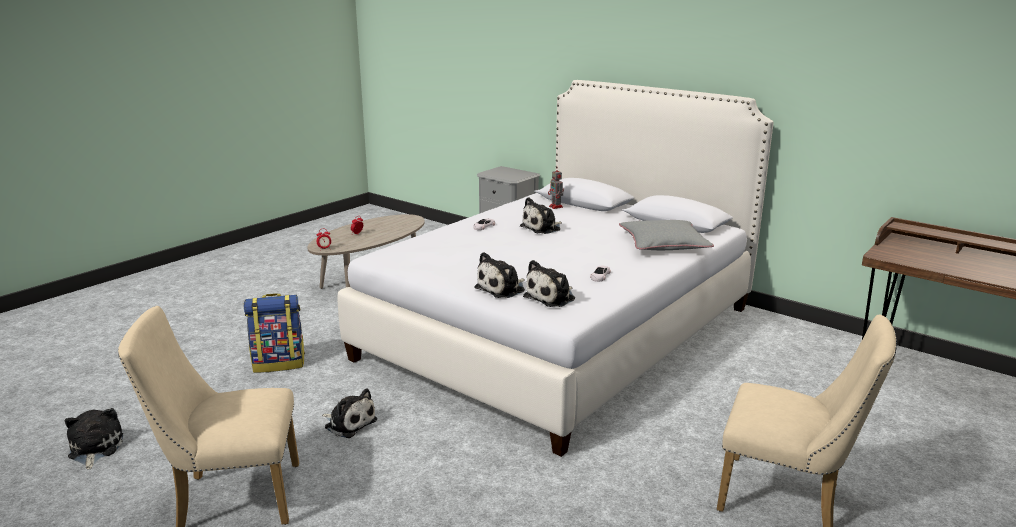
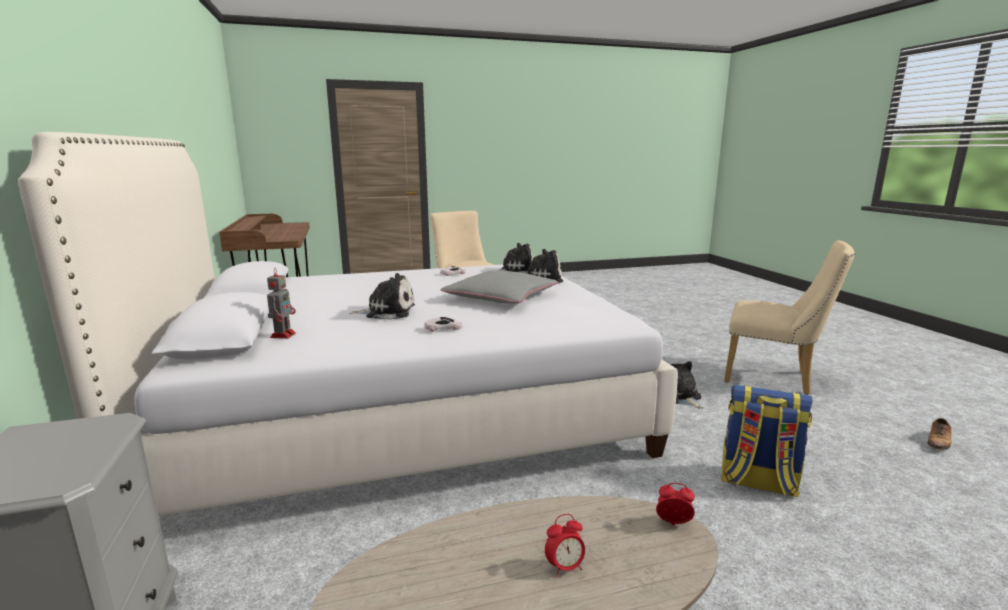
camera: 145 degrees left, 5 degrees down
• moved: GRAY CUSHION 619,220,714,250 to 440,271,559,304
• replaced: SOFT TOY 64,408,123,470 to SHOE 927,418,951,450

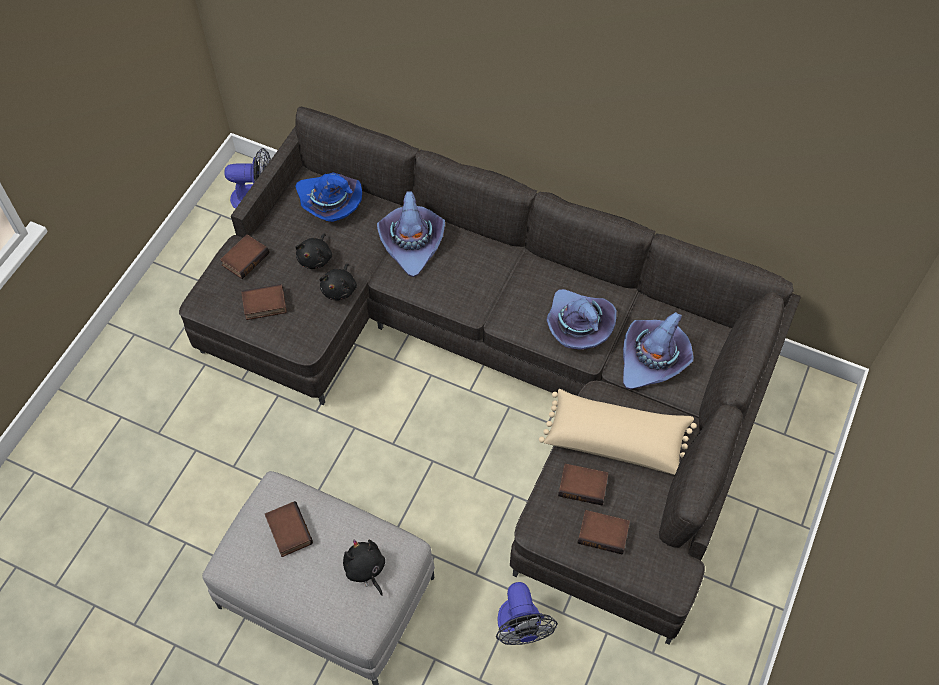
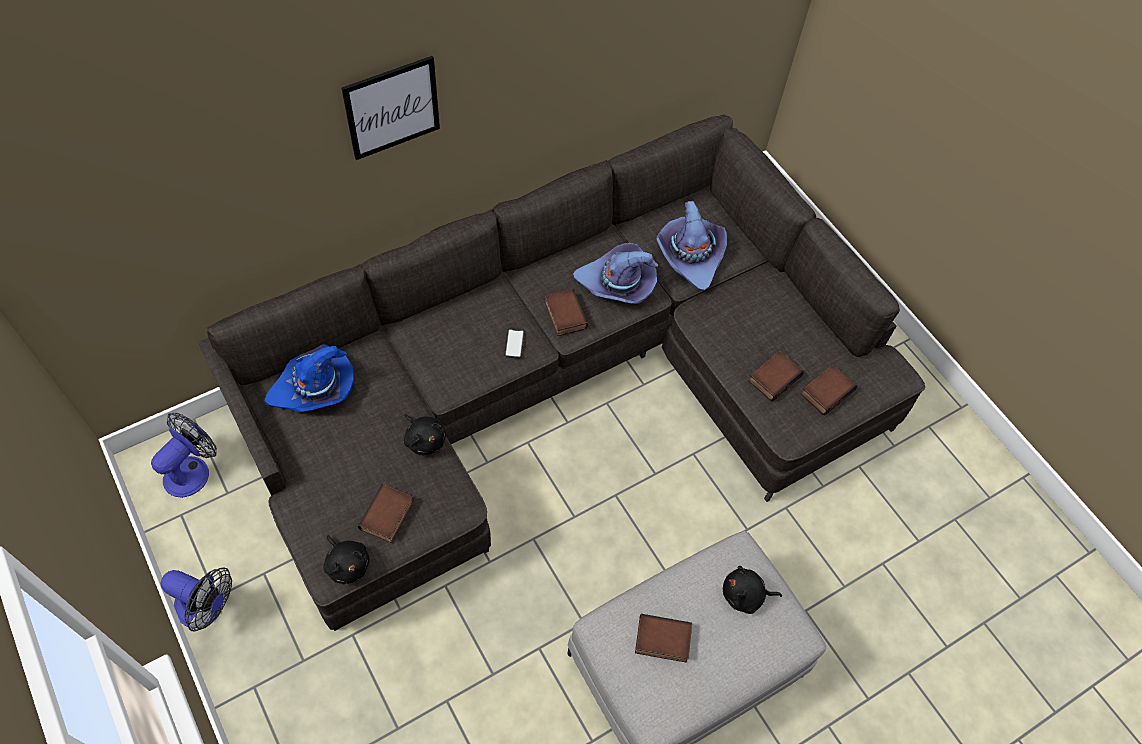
camera: 60 degrees left, 0 degrees up
• removed: PURPLISH HAT 377,191,445,277
• moved: BLACK SOFT TOY 295,233,332,269 to 323,535,370,584
• moved: BOUND BOOK 220,234,269,279 to 544,289,588,336
• removed: BEIGE CUSHION 539,389,697,475
• moved: ELECTRIC FAN 496,582,558,645 to 161,567,232,631
• added: PICTURE 342,56,440,160
• added: TELEPHONE 504,328,525,359

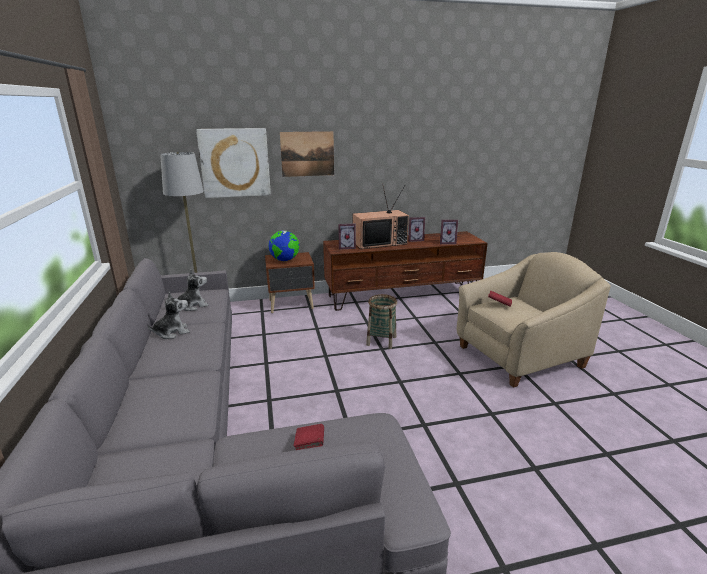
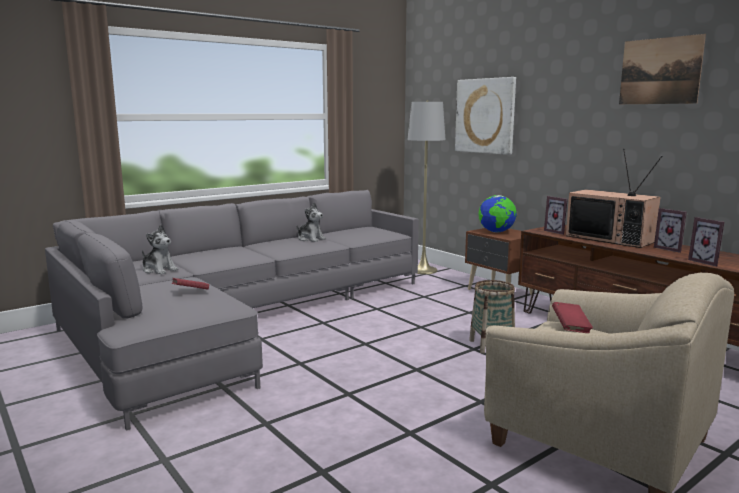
camera: 65 degrees right, 10 degrees down
• moved: PICTURE 280,131,334,177 to 619,34,706,104
• moved: SOFT TOY 177,269,209,311 to 142,225,178,275

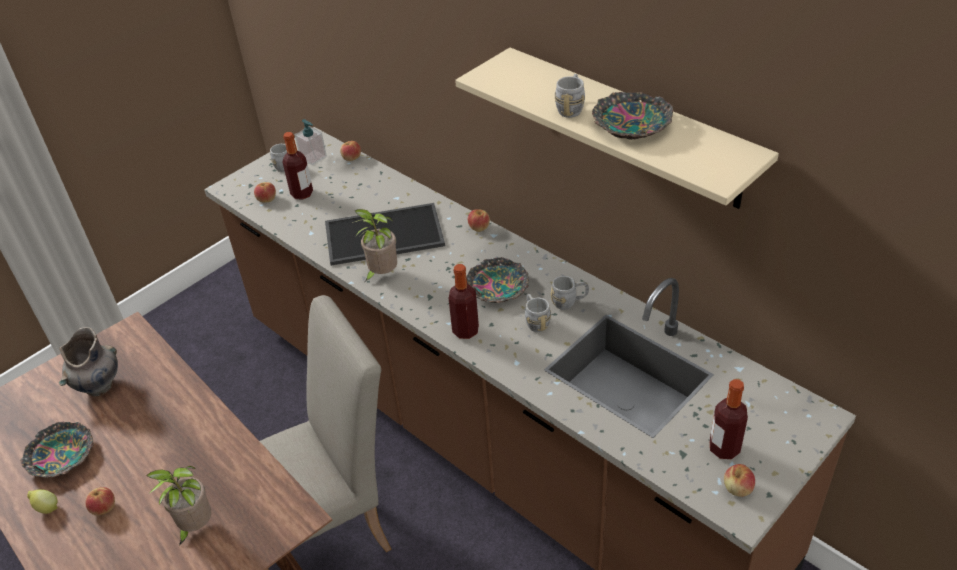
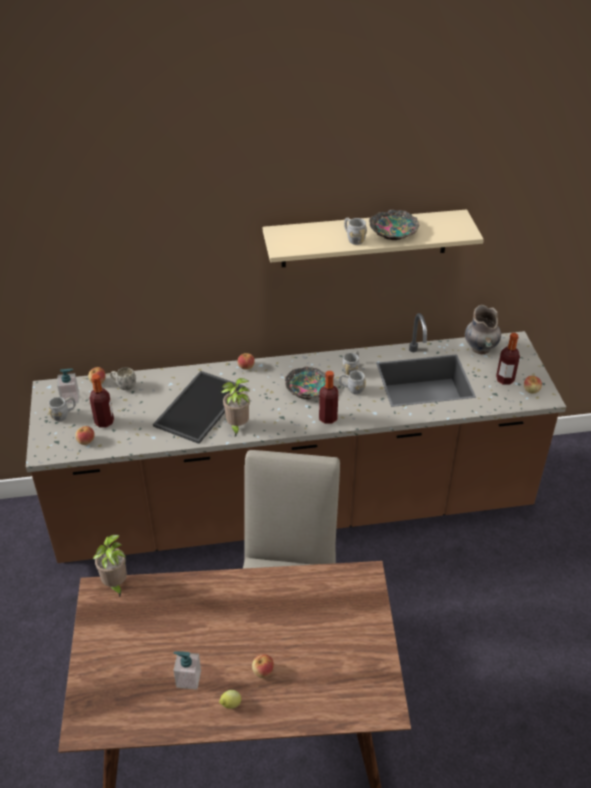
camera: 55 degrees left, 0 degrees up
• moved: GRAY FLOWER VASE 59,327,118,397 to 465,305,501,354
• replaced: BOWL 20,422,94,478 to SOAP DISPENSER 173,651,201,690
• moved: PLANT IN A POT 146,466,212,545 to 92,535,127,597
• added: WHITISH MUG 110,368,136,390

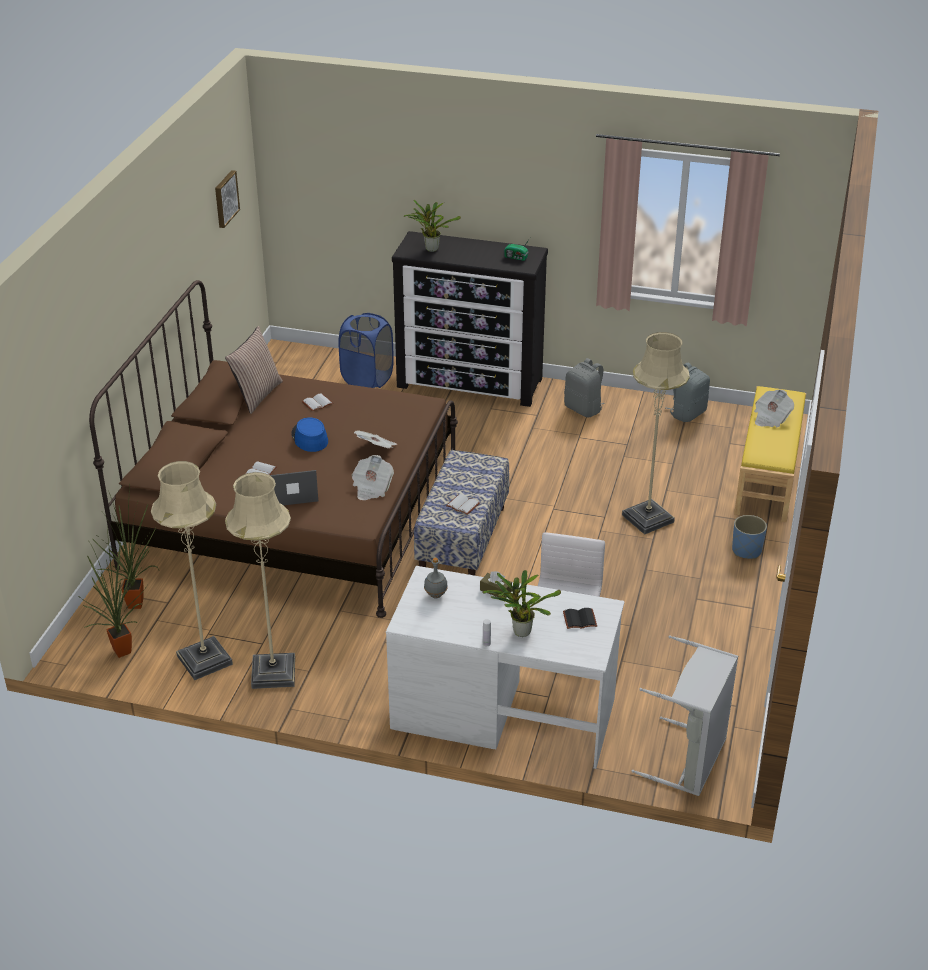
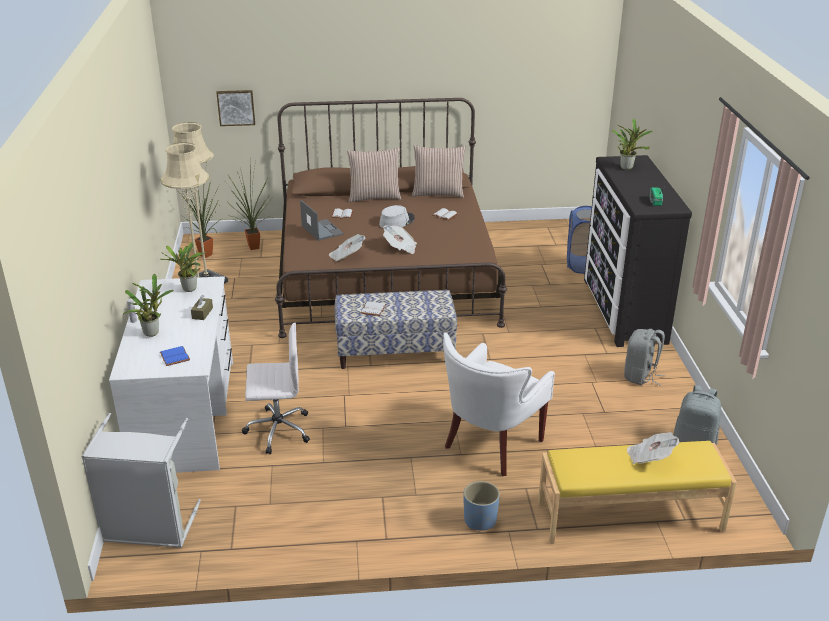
camera: 70 degrees right, 5 degrees down
• moved: PICTURE 215,170,240,228 to 216,90,255,126
• replaced: BEIGE STANDARD LAMP 622,332,690,535 to WHITISH ARMCHAIR 443,333,555,476
• recoloured: BLUE-COLOURED HAT 292,417,328,452 to GRAY HAT 379,205,415,229
• replaced: GRAY BOTTLE 424,558,448,598 to PLANT IN A POT 160,243,207,292
• recoloured: BLACK BOUND BOOK 563,608,597,629 to BLUE-COLOURED BOUND BOOK 160,346,190,366
• added: CUSHION 347,148,401,202

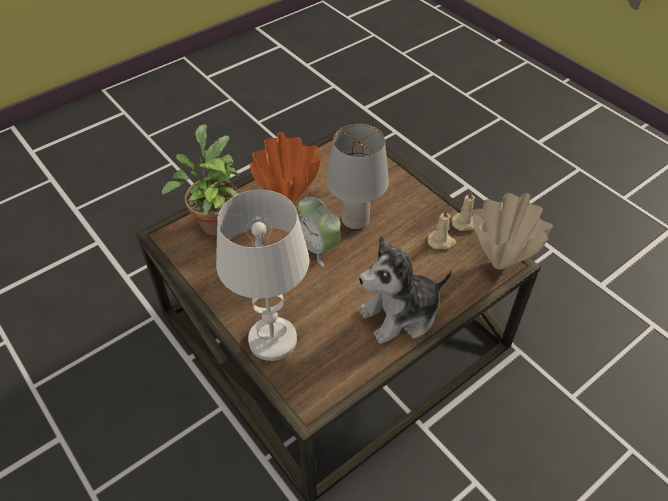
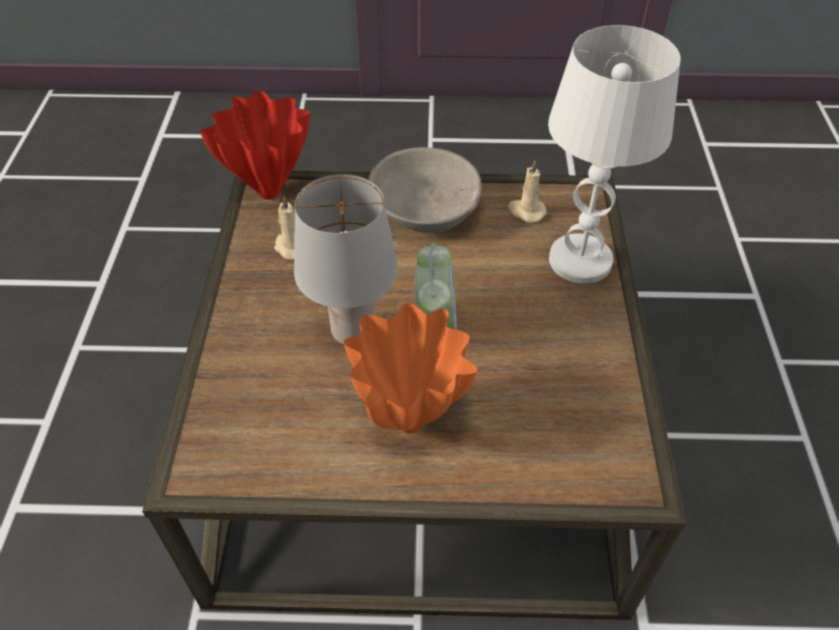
camera: 140 degrees left, 0 degrees up
• removed: PLANT IN A POT 162,125,240,235
• moved: BEIGE WAX CANDLE 451,190,475,231 to 508,160,547,222
• recoloured: BEIGE FLOWER VASE 472,193,553,270 to RED-COLOURED FLOWER VASE 200,91,310,200
• replaced: SOFT TOY 358,236,452,344 to GRAY BOWL 368,147,482,233

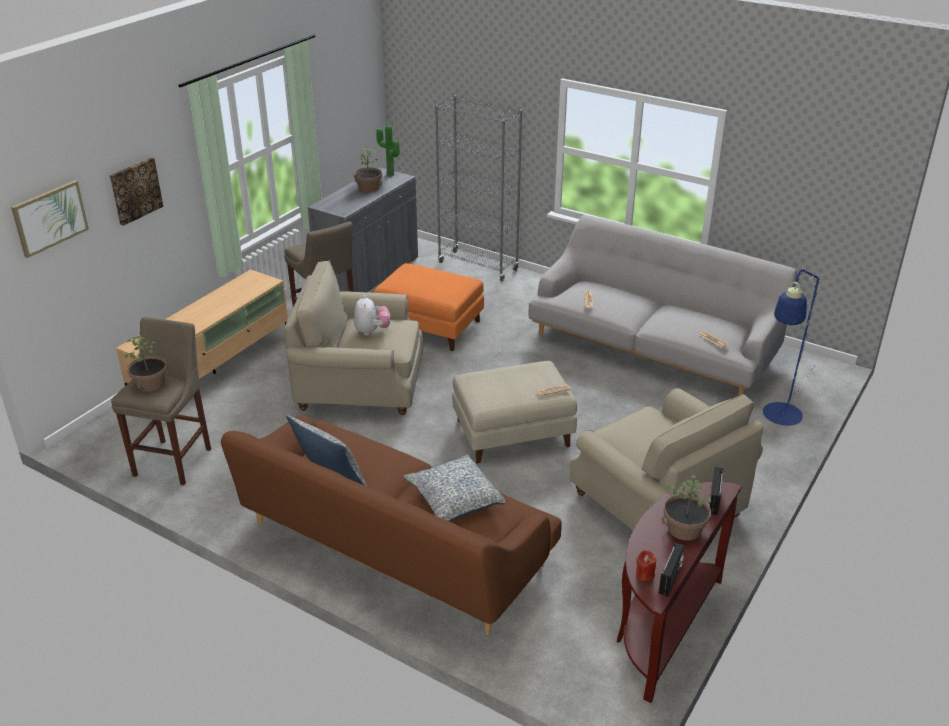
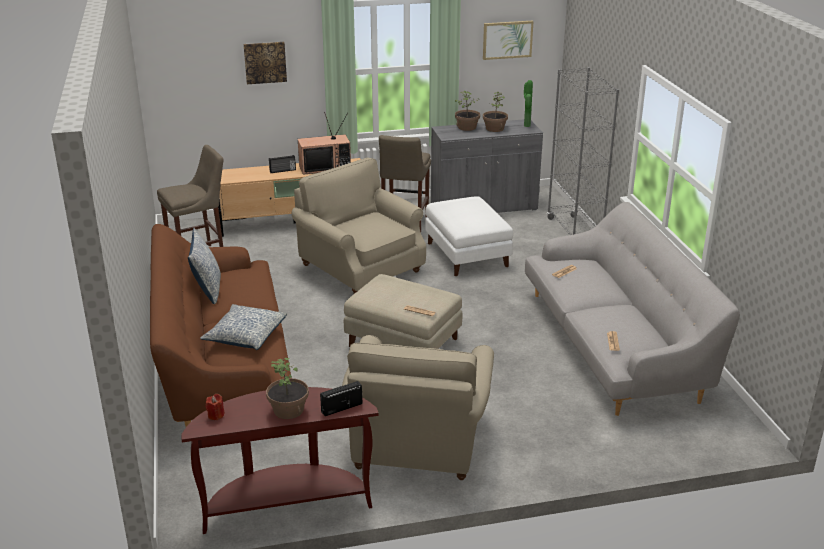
camera: 45 degrees right, 5 degrees down
• moved: PICTURE 11,180,89,258 to 483,21,534,60
• recoloured: ORANGEY OTTOMAN 374,263,484,351 to WHITISH OTTOMAN 425,196,513,276
• removed: BLUE-COLOURED STANDARD LAMP 763,267,820,425
• removed: SOFT TOY 354,295,390,335
• moved: PLANT IN A POT 124,336,167,392 to 455,91,480,131
• moved: RADIO RECEIVER 659,543,684,597 to 269,155,296,173
• added: TV 298,112,351,175

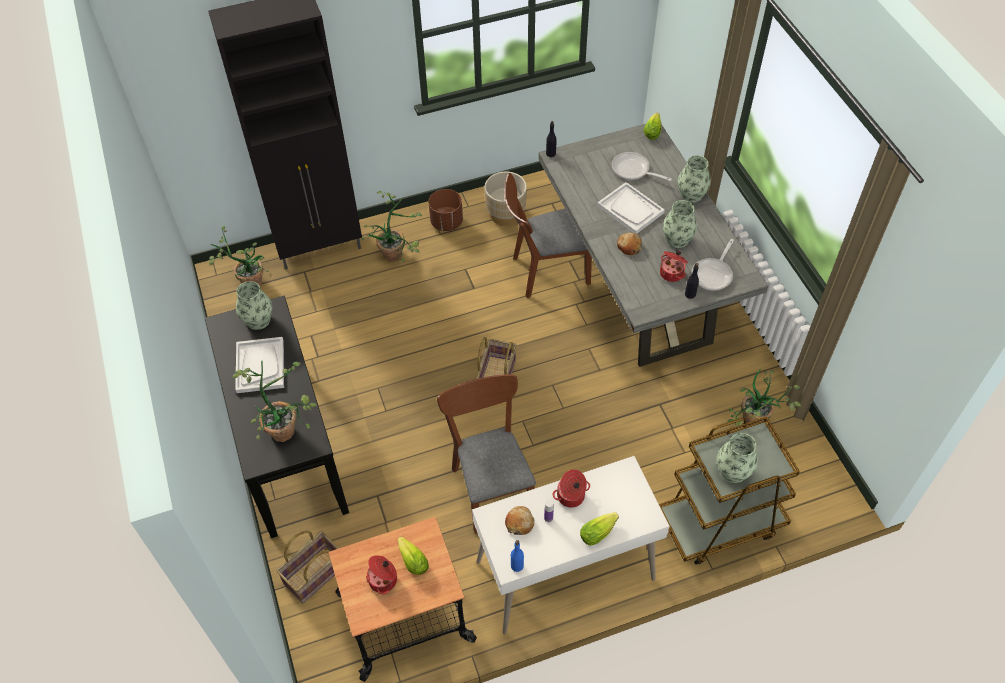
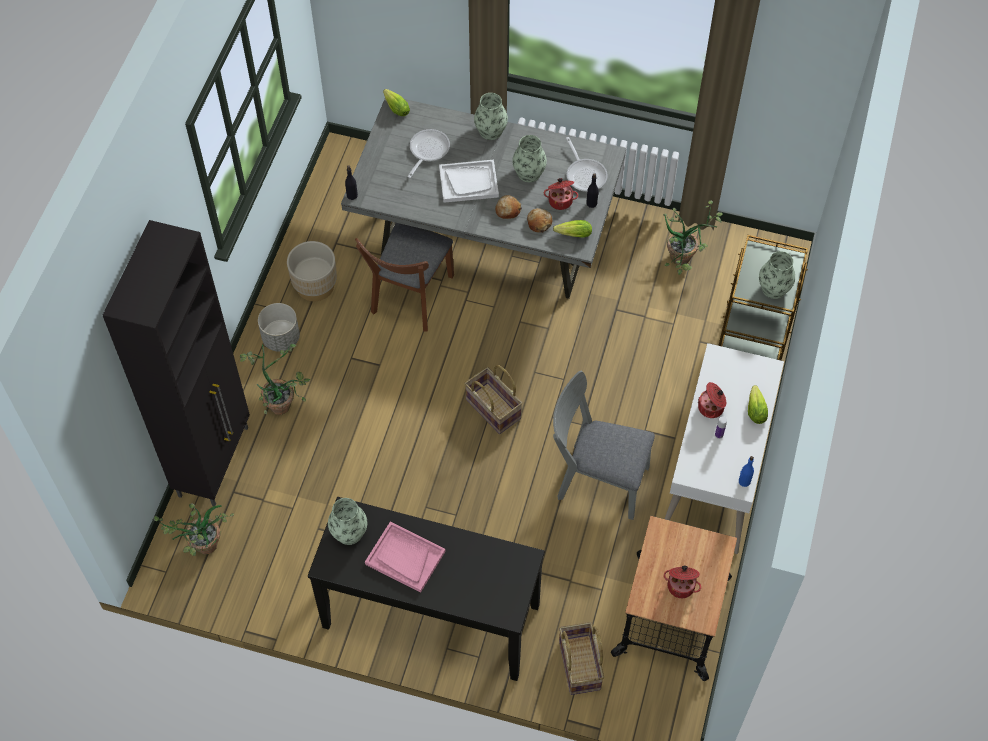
camera: 55 degrees left, 5 degrees up
• turned: SKILLET 612,152,672,181 = 408,129,450,178 135 degrees clockwise
• recoloured: BROWN-COLOURED FLOWER POT 428,189,463,231 to GRAY FLOWER POT 258,303,300,352
• recoloured: WHITISH SERVING TRAY 235,337,284,393 to PINK-COLOURED SERVING TRAY 365,522,446,593
• removed: PLANT IN A POT 233,361,317,442
• recoloured: BROWN-COLOURED CHAIR 437,374,536,534 to GRAY CHAIR 553,371,655,520
• moved: BAKED BREAD 505,506,534,535 to 527,208,552,233
• moved: LETTUCE 398,537,429,575 to 553,220,592,238

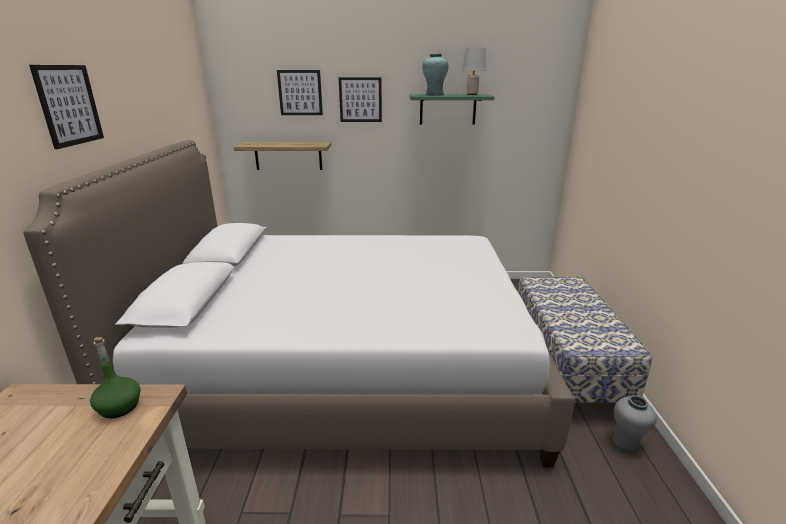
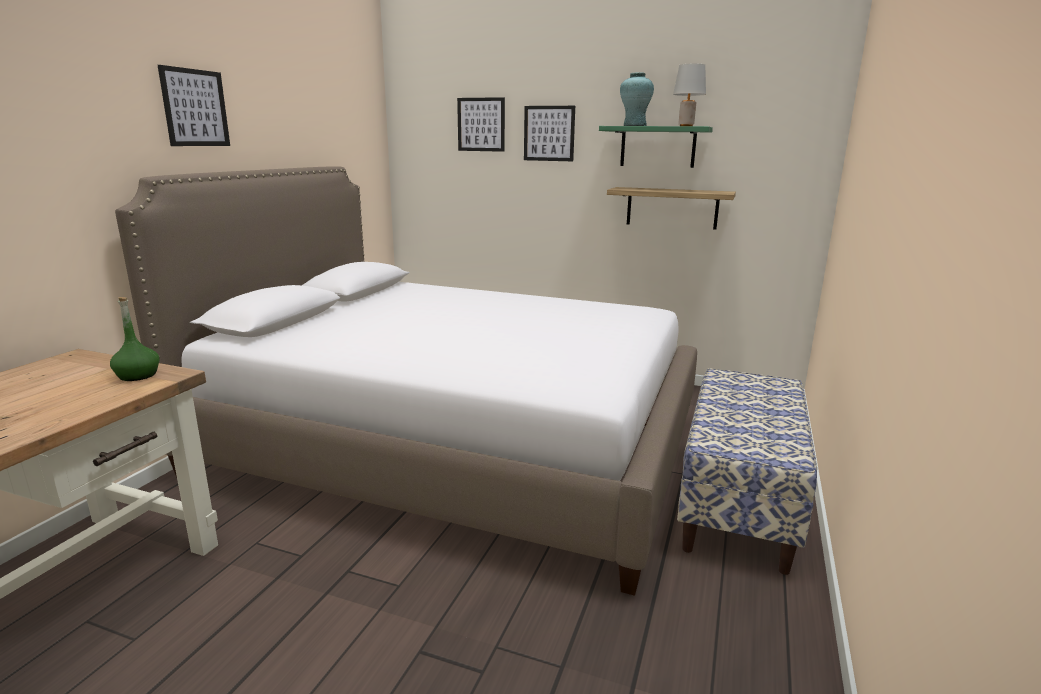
camera: 20 degrees right, 5 degrees down
• moved: BRACKET SHELF 234,142,331,170 to 607,187,736,230
• removed: GRAY FLOWER VASE 613,395,657,453

